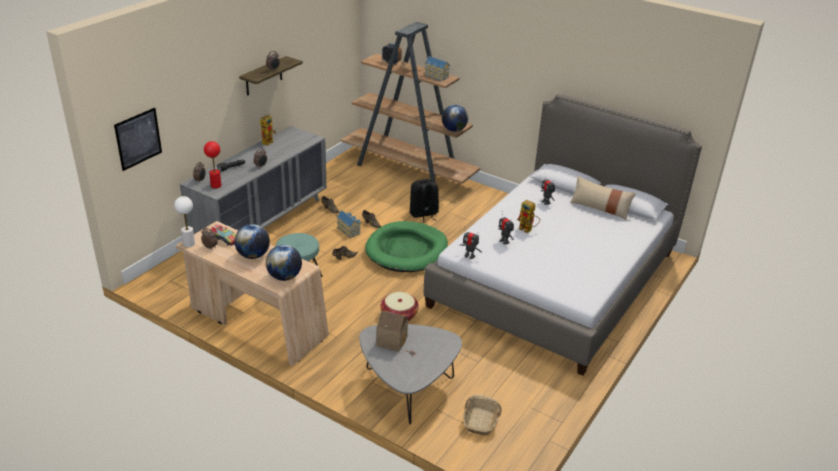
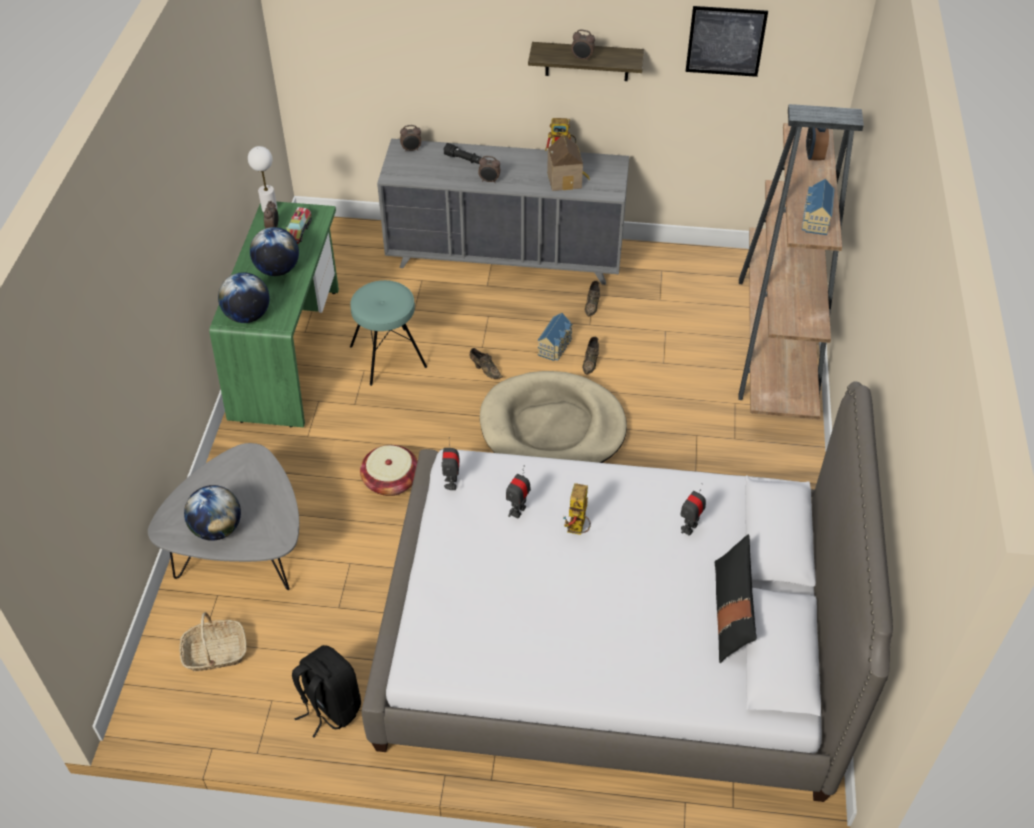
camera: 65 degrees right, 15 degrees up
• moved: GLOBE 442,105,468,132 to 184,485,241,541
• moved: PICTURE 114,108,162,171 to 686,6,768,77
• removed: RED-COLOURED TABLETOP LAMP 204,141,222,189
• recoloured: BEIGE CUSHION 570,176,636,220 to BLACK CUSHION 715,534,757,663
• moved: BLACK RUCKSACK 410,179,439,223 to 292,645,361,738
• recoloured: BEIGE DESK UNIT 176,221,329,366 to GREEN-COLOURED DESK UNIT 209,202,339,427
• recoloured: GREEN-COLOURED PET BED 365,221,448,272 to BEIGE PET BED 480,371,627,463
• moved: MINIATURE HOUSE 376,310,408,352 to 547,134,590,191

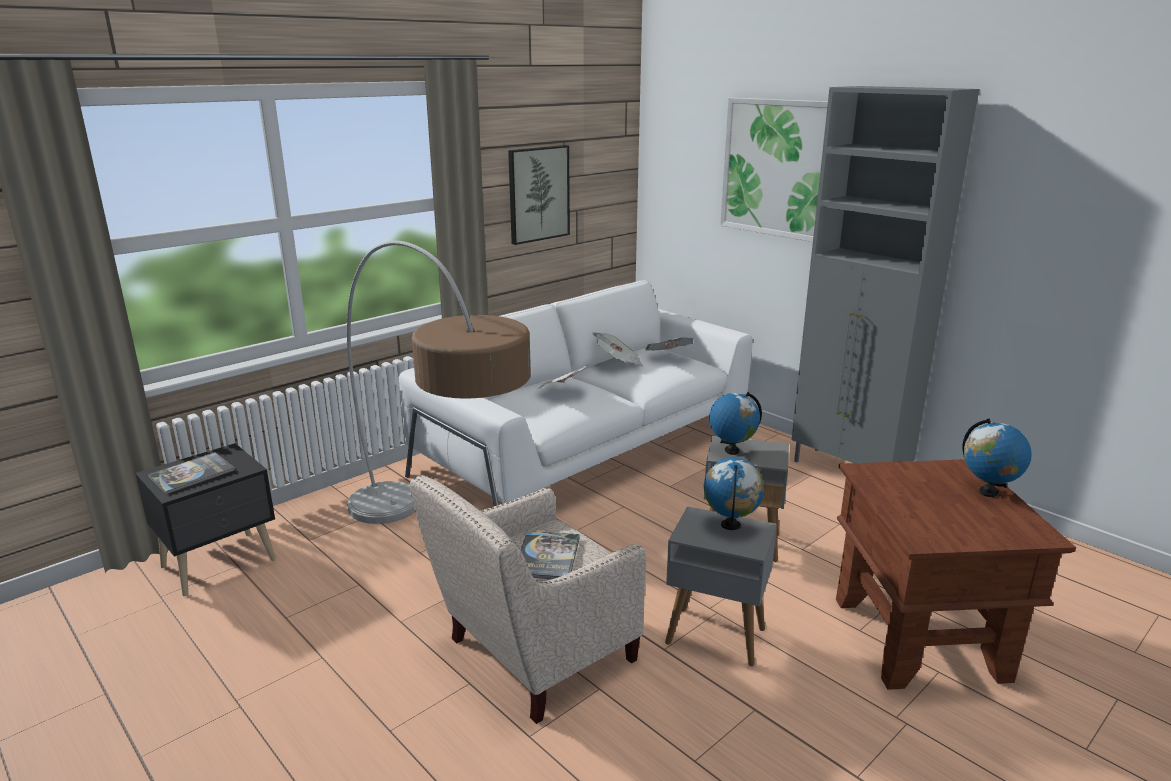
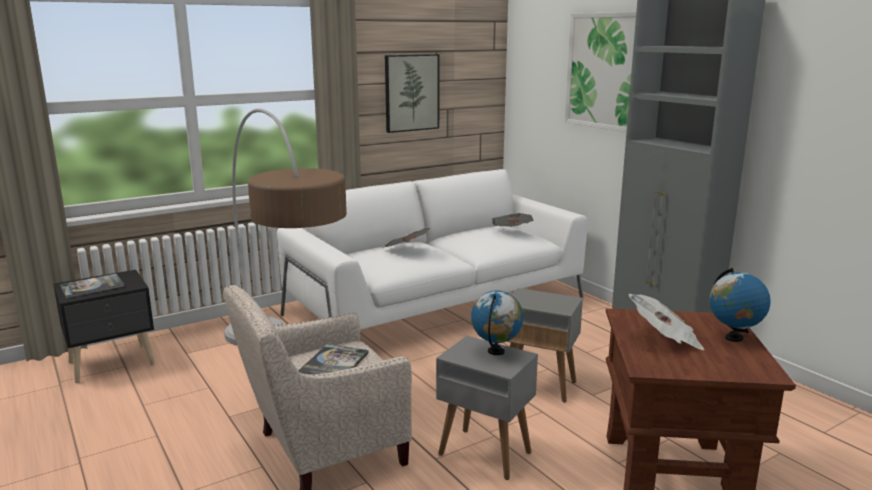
camera: 10 degrees right, 5 degrees down
• moved: NEWSPAPER 592,332,644,367 to 628,294,705,350
• removed: GLOBE 709,392,762,455

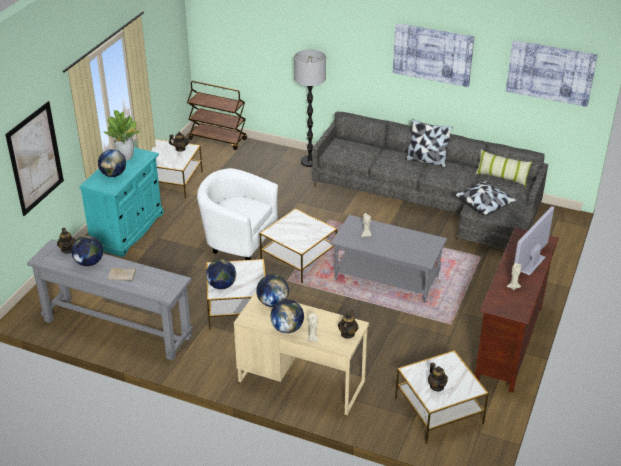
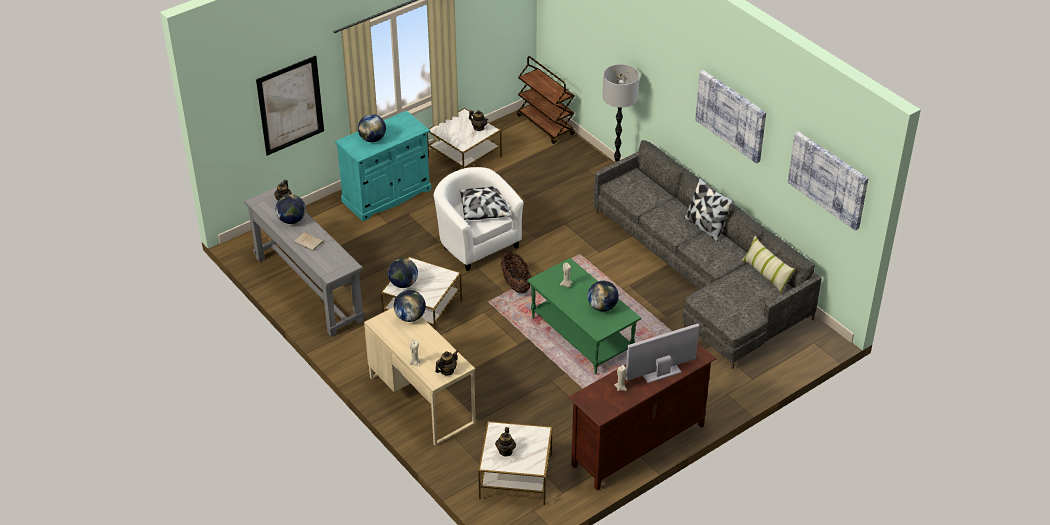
camera: 30 degrees right, 5 degrees up
• removed: PLANT IN A POT 104,110,140,161
• moved: CUSHION 454,181,517,216 to 460,187,511,220
• replaced: SIDE TABLE 260,209,337,283 to STORAGE BASKET 501,252,531,293
• recoloured: GRAY LOW TABLE 330,215,447,303 to GREEN-COLOURED LOW TABLE 527,258,641,375
• moved: GLOBE 270,300,304,333 to 588,281,619,311

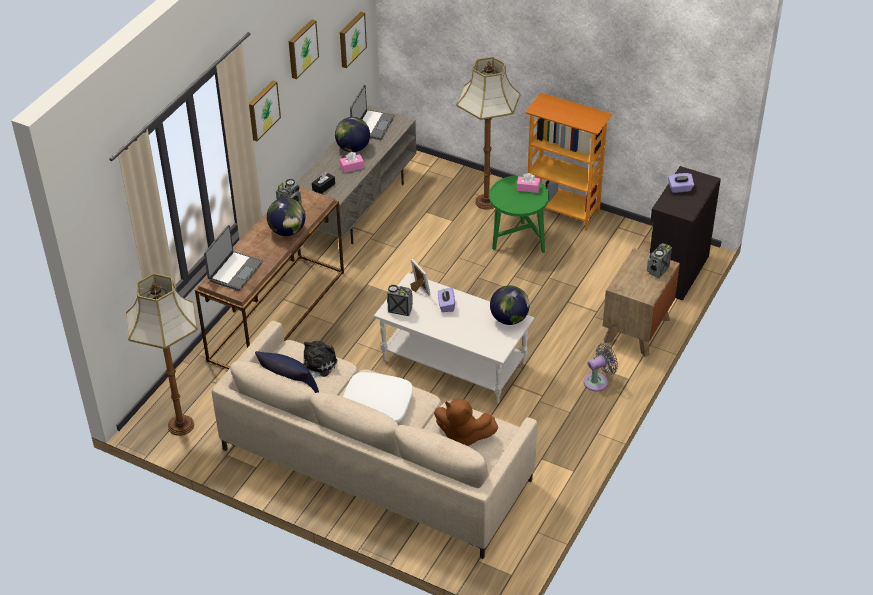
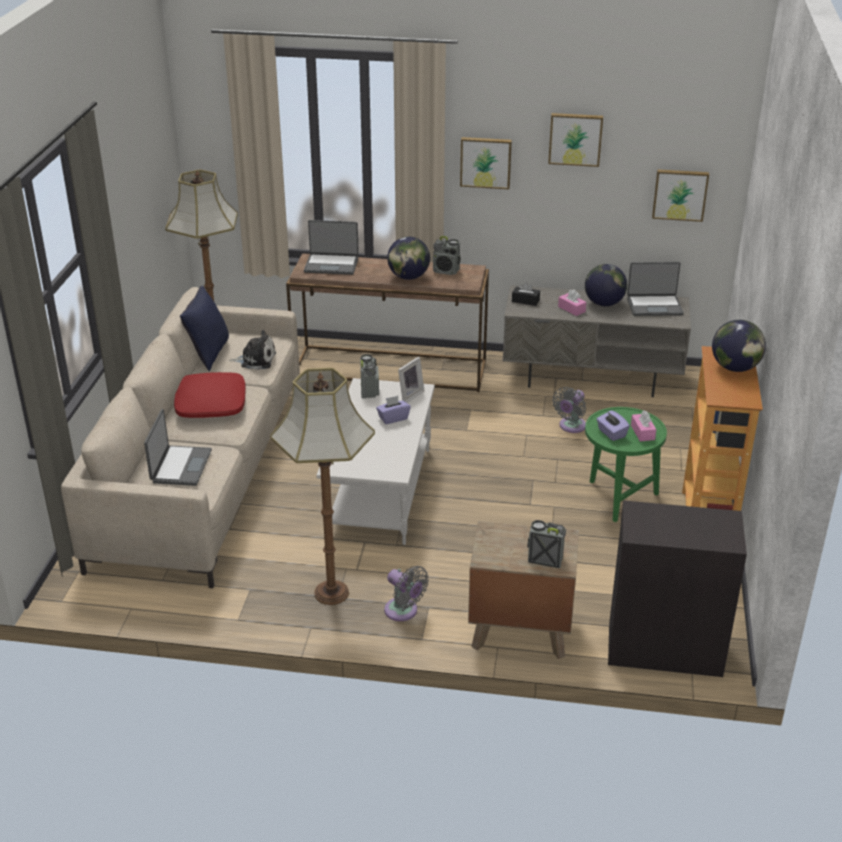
camera: 70 degrees right, 10 degrees down
• moved: STANDARD LAMP 456,57,520,210 to 270,368,375,605
• moved: PURPLISH TISSUE HOLDER 668,173,694,193 to 596,410,630,441
• moved: GLOBE 490,285,530,325 to 712,320,766,372
• recoloured: WHITISH CUSHION 343,372,413,423 to RED-COLOURED CUSHION 174,372,246,418
• replaced: BROWN-COLOURED SOFT TOY 434,399,498,446 to LAPTOP 144,409,212,486
• added: GRAY ELECTRIC FAN 552,387,586,433

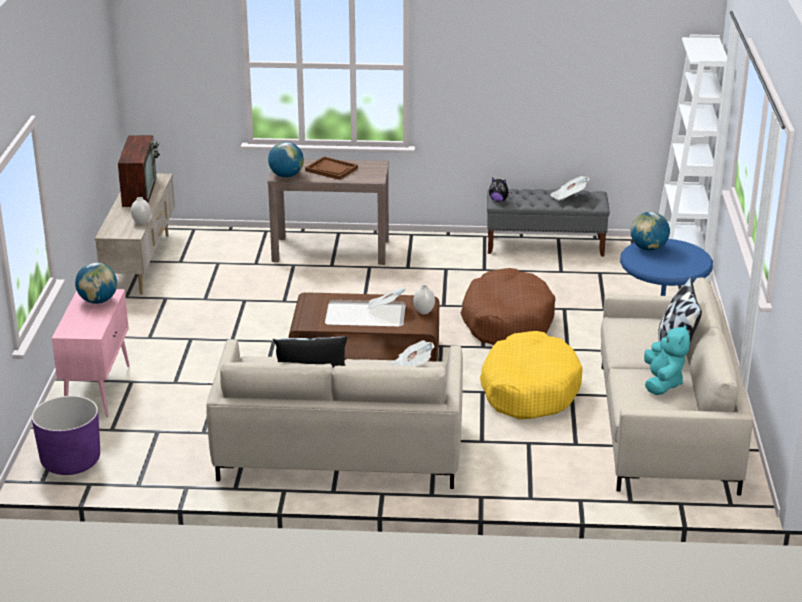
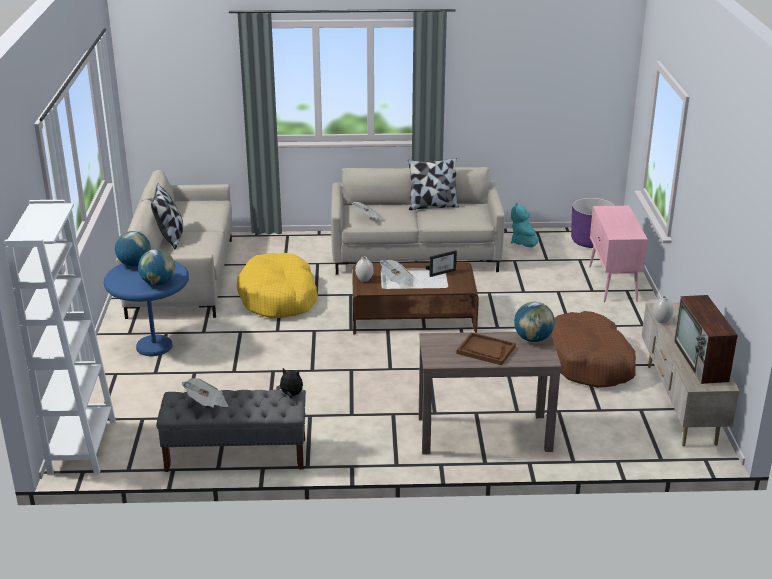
camera: 175 degrees right, 0 degrees up
• moved: GLOBE 75,262,117,304 to 115,231,151,266
• moved: BROWN-COLOURED PET BED 461,268,556,345 to 551,311,636,388
• moved: TURQUOISE-COLOURED SOFT TOY 644,325,690,395 to 511,203,539,247
• added: PICTURE FRAME 426,250,457,277

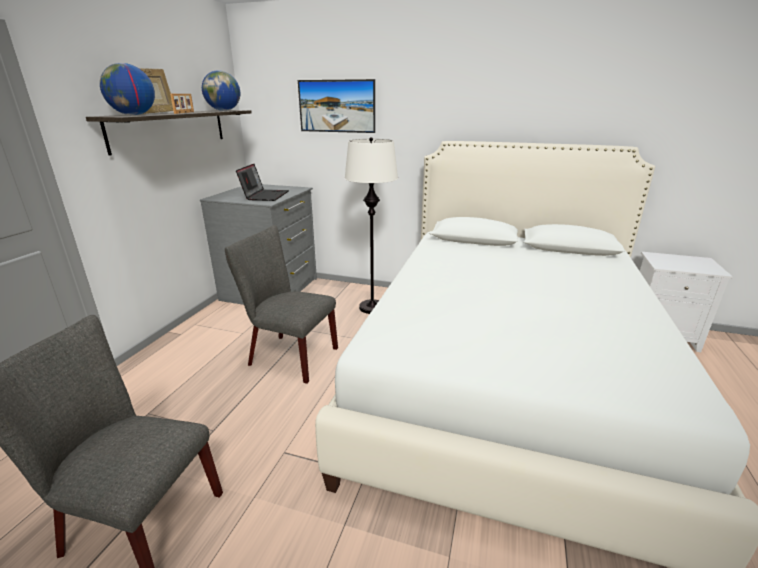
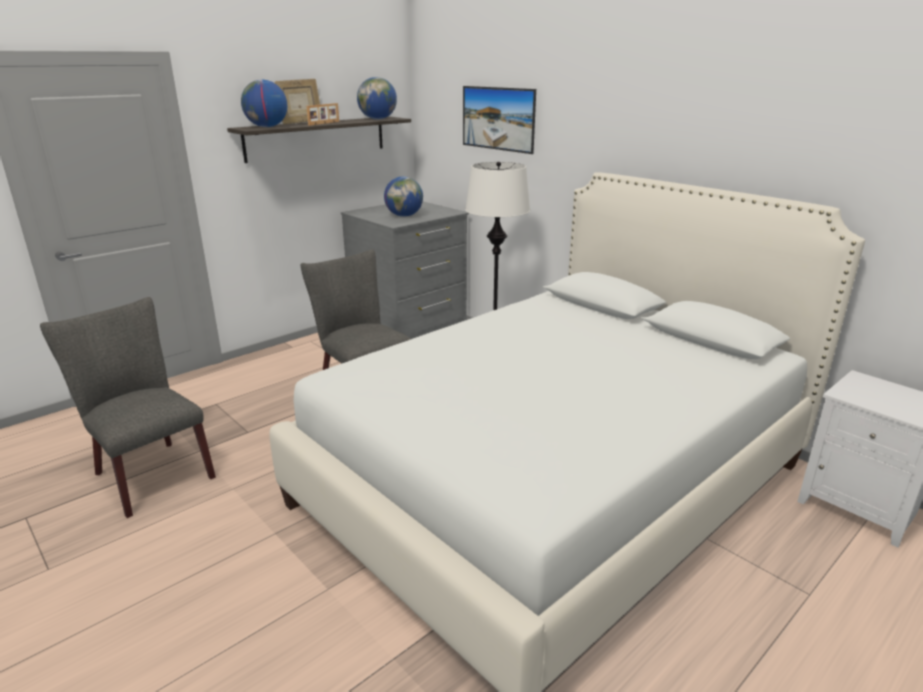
camera: 30 degrees right, 0 degrees up
• replaced: LAPTOP 236,164,289,201 to GLOBE 384,177,423,217

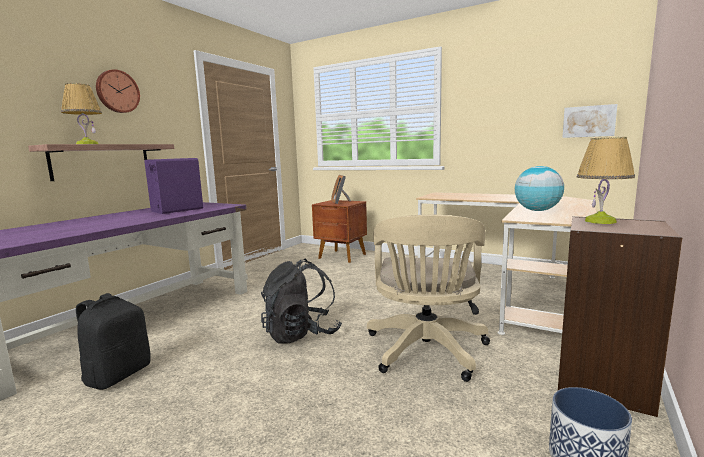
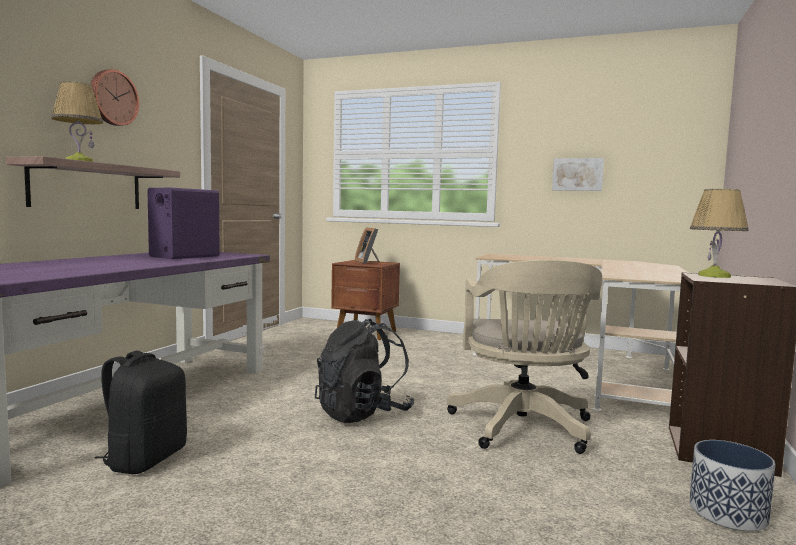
camera: 10 degrees left, 5 degrees down
• moved: PICTURE 562,104,617,138 to 552,158,604,191
• removed: GLOBE 515,166,564,211

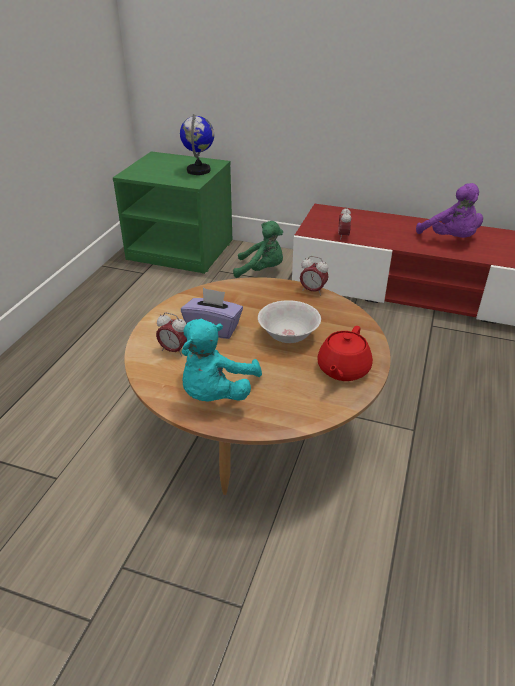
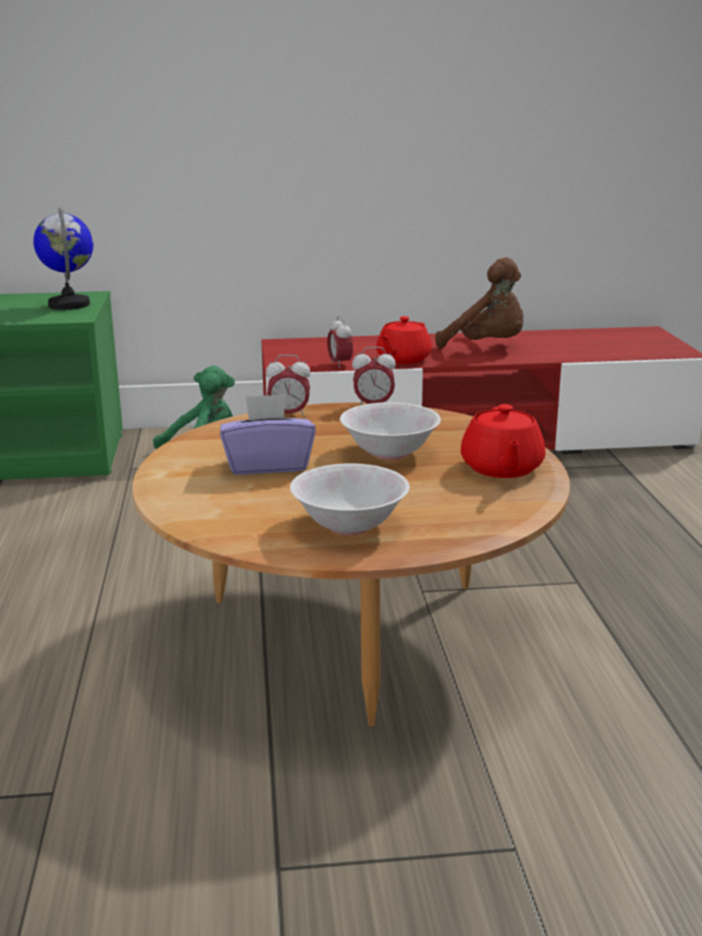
camera: 25 degrees left, 15 degrees down
• recoloured: PURPLISH SOFT TOY 416,183,483,238 to BROWN-COLOURED SOFT TOY 435,257,523,348
• moved: ALARM CLOCK 156,312,187,356 to 266,355,310,418
• replaced: TURQUOISE-COLOURED SOFT TOY 182,319,262,402 to WHITISH BOWL 290,463,410,535
• added: RED-COLOURED TEA POT 376,316,432,364

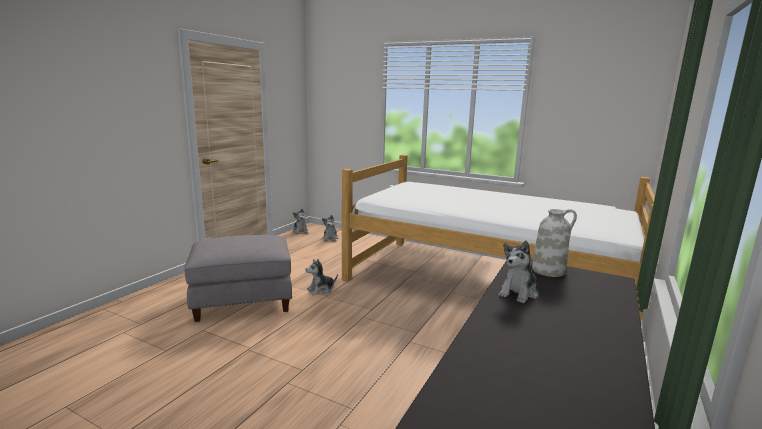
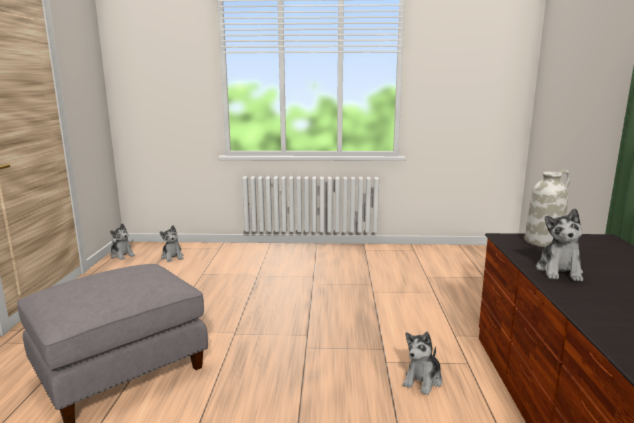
camera: 25 degrees left, 0 degrees up
• removed: BEDROOM BED 342,155,655,322
• moved: SOFT TOY 306,259,338,295 to 403,332,442,395

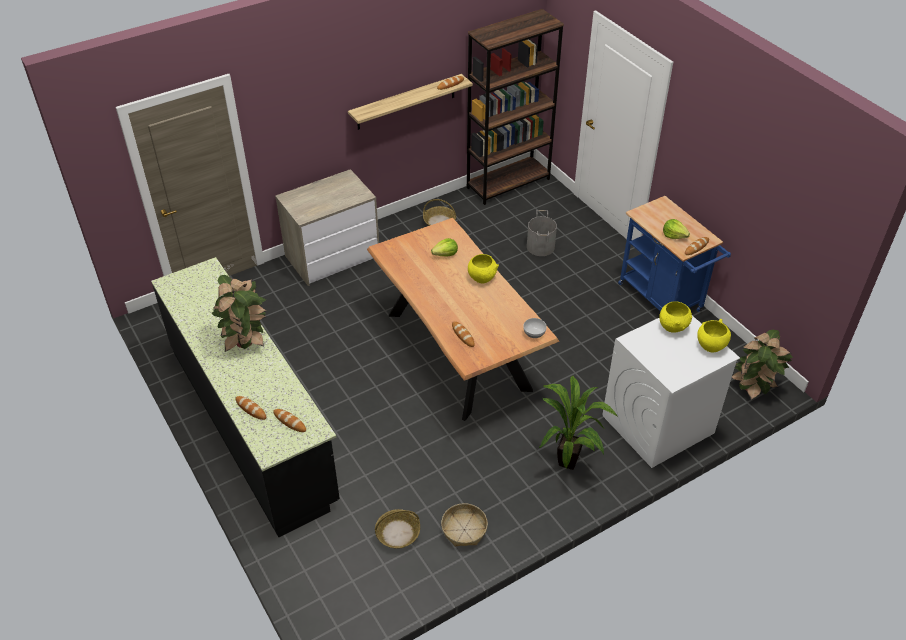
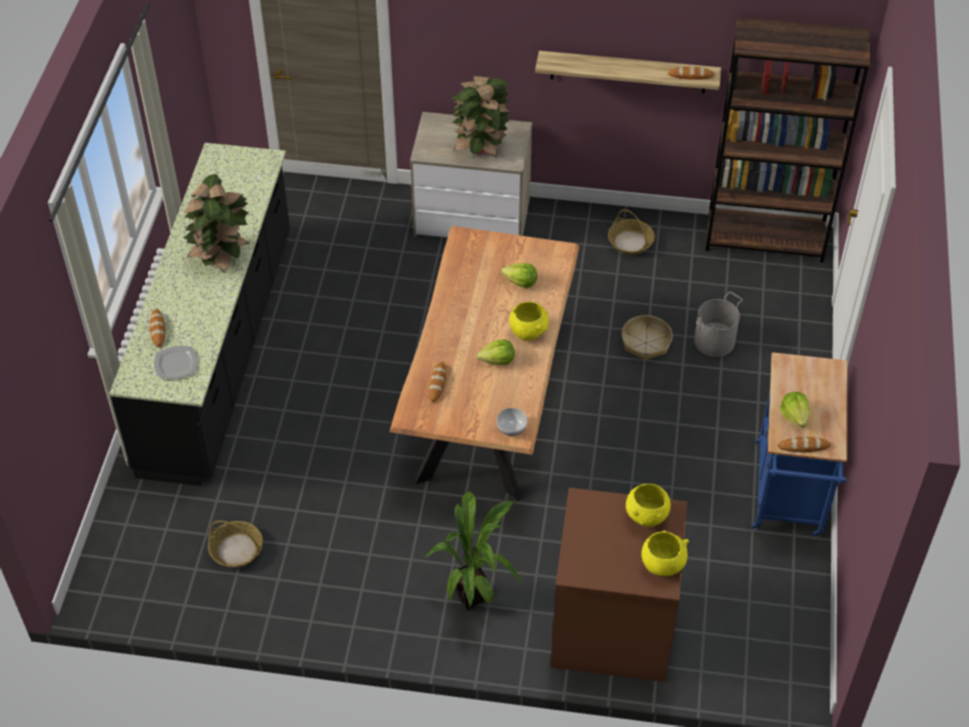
camera: 40 degrees right, 5 degrees up
• recoloured: WHITISH LAUNDRY APPLIANCE 602,316,740,468 to BROWN-COLOURED LAUNDRY APPLIANCE 551,488,687,682
• moved: PLANT IN A POT 732,330,793,400 to 451,76,511,157
• replaced: BAKED BREAD 273,409,306,432 to PLATE 154,346,198,379
• moved: STORAGE BASKET 441,503,488,546 to 622,315,673,361
• added: LETTUCE 476,339,515,365

